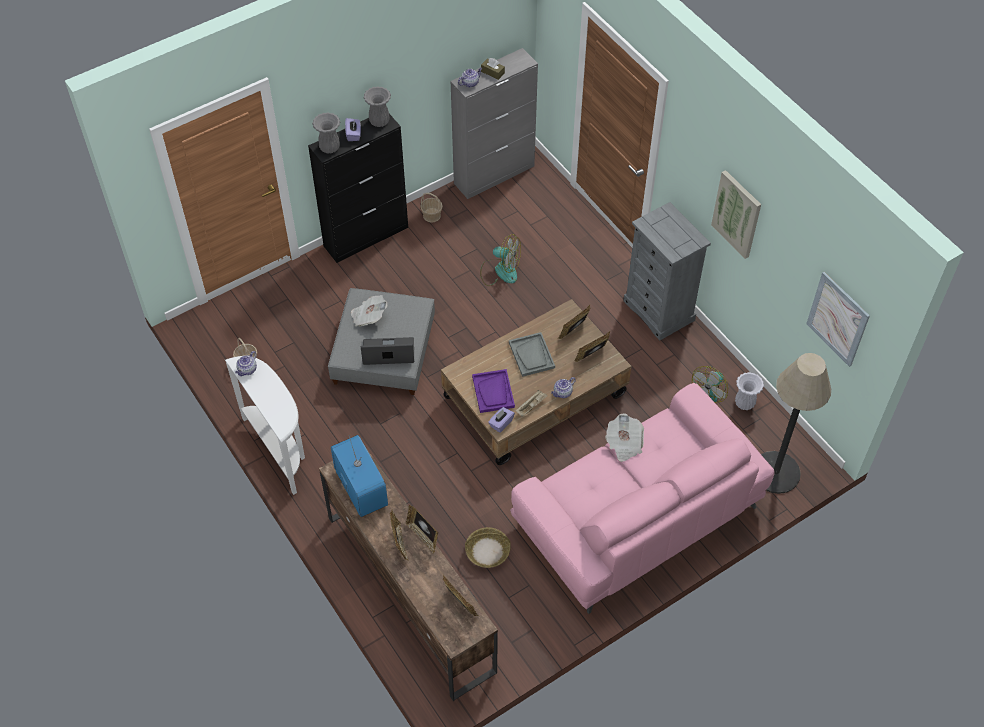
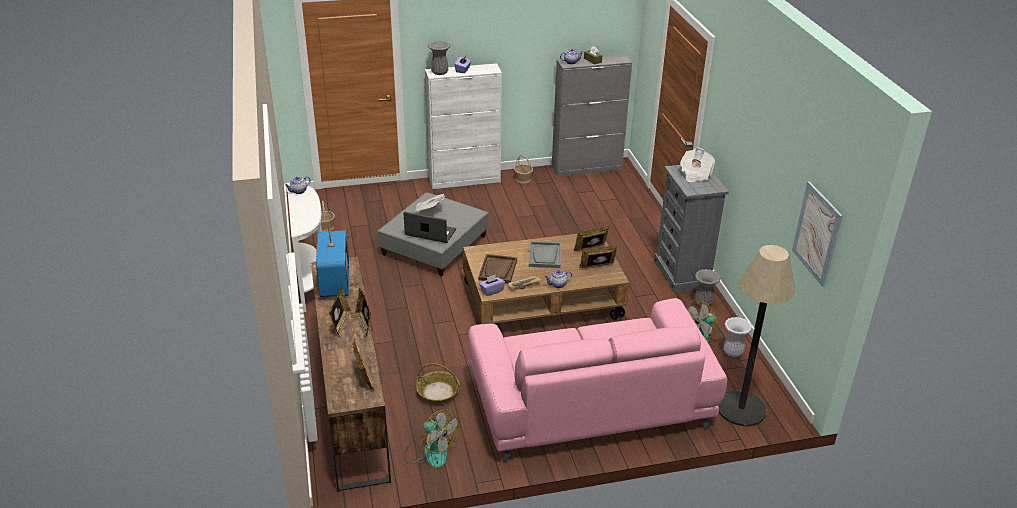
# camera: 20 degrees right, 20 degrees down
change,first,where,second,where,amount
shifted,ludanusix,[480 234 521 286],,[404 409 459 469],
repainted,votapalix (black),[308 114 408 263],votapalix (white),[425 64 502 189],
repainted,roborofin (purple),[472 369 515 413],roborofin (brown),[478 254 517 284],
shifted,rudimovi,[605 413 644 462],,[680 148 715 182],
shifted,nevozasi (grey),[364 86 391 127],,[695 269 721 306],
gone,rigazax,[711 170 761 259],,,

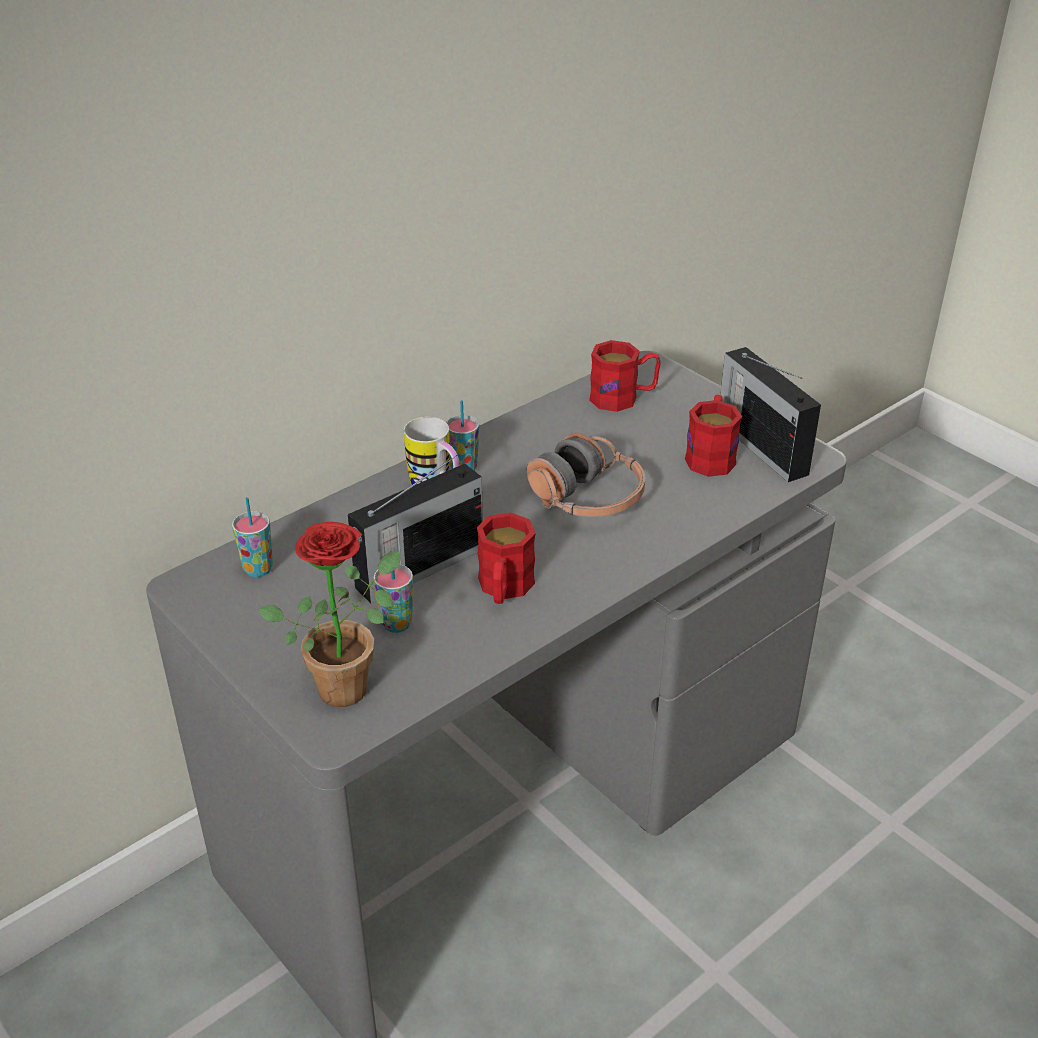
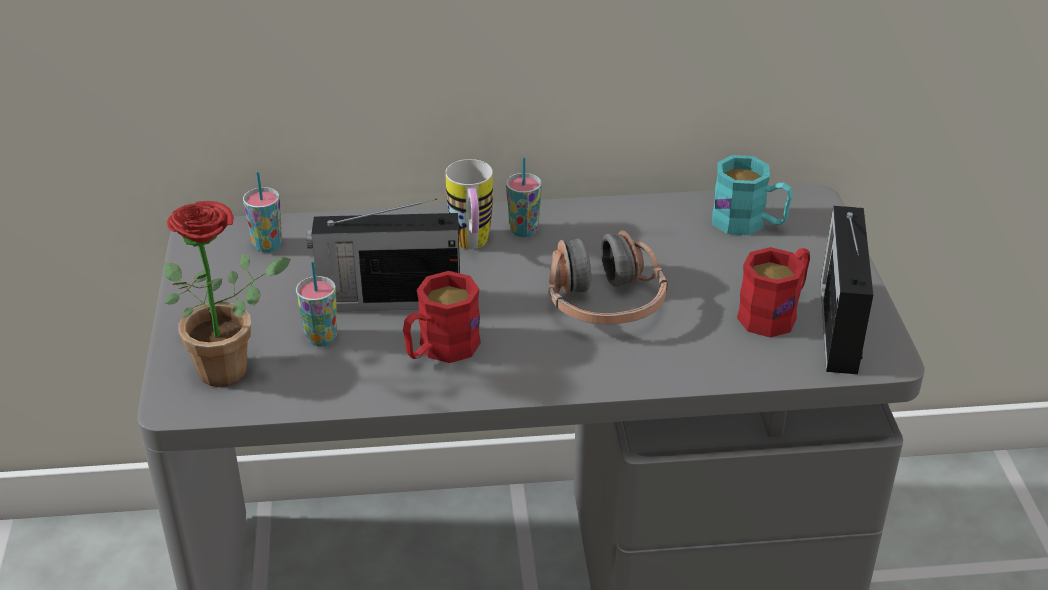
# camera: 35 degrees right, 0 degrees up
change,first,where,second,where,amount
repainted,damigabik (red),[589 340 661 412],damigabik (turquoise),[712 155 793 235],

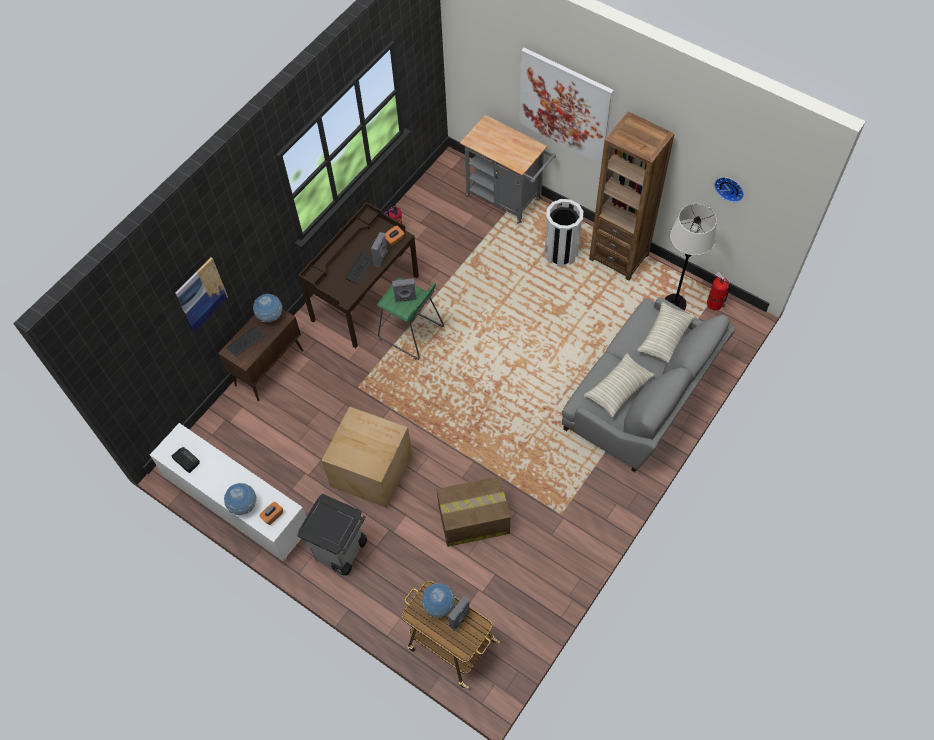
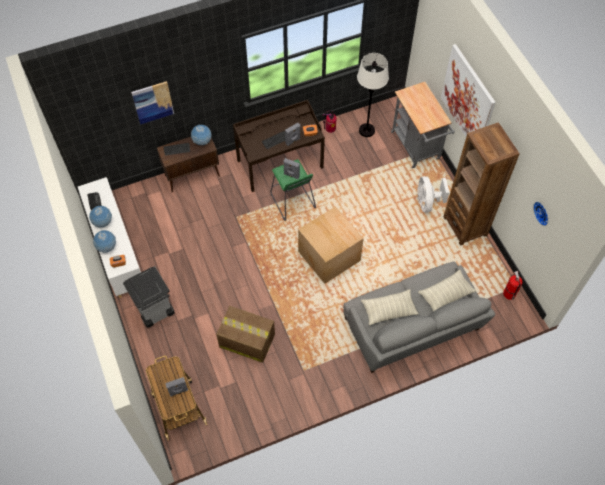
# camera: 30 degrees right, 0 degrees up
change,first,where,second,where,amount
shifted,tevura,[421 583 455 618],,[89 206 112 228],
shifted,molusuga,[322 406 412 508],,[298 206 363 284],
shifted,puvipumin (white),[665 204 717 310],,[357 53 389 137],
swapped,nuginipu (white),[545 199 583 267],ludanusix (white),[417 176 450 213],

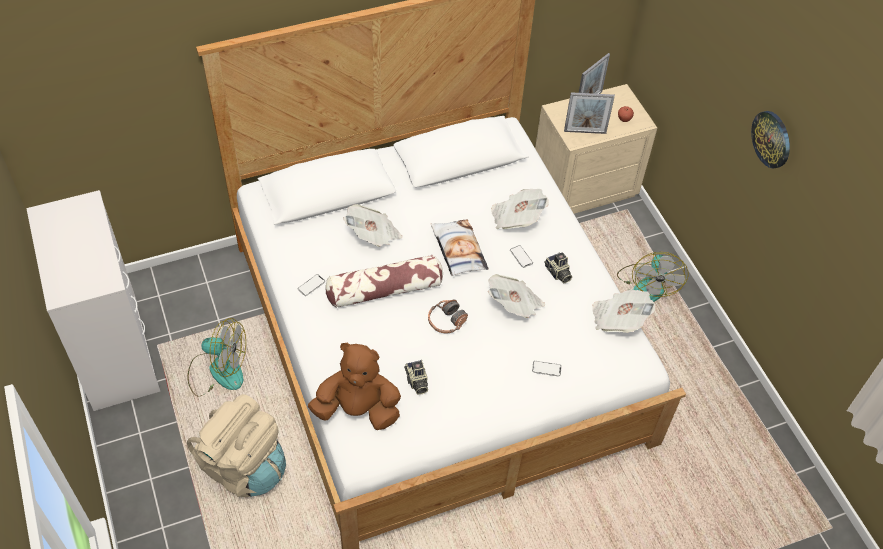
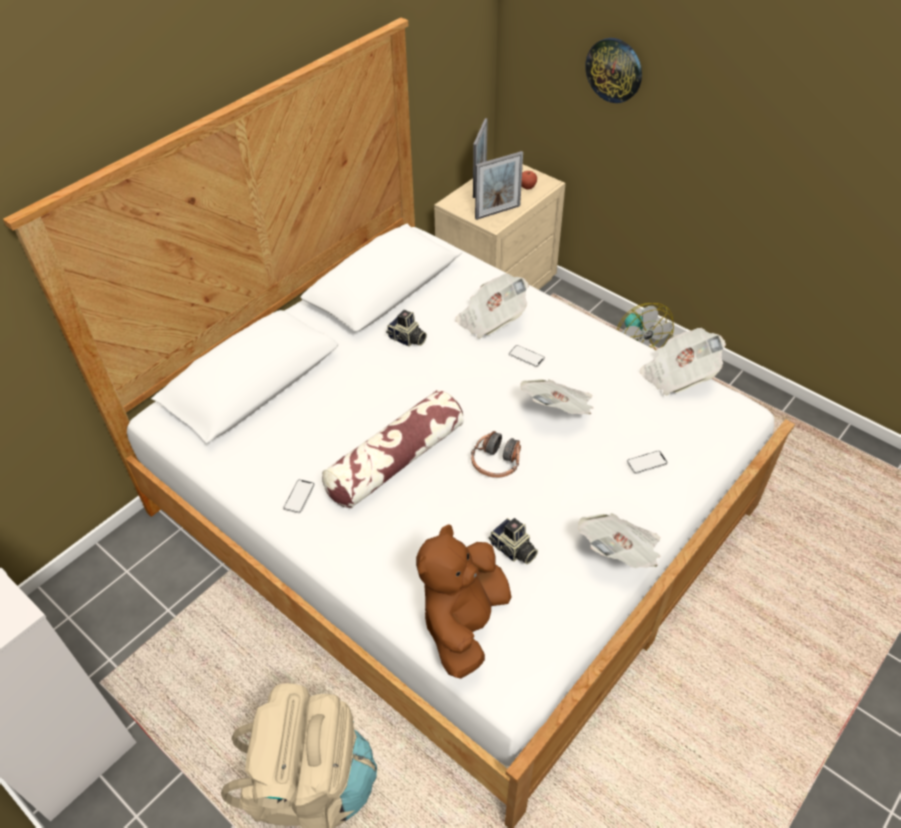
# camera: 25 degrees left, 5 degrees down
change,first,where,second,where,amount
shifted,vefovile,[544 252 572 283],,[386 310 427 347],
rotated,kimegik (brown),[308 343 401 430],,[416 524 512 679],45 degrees counterclockwise
shifted,rudimovi,[343 204 402 247],,[578 513 661 568],
shifted,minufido,[751 111 790 168],,[585 38 642 103],
gone,ludanusix,[188 318 246 396],,,
gone,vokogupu,[431 220 489 276],,,

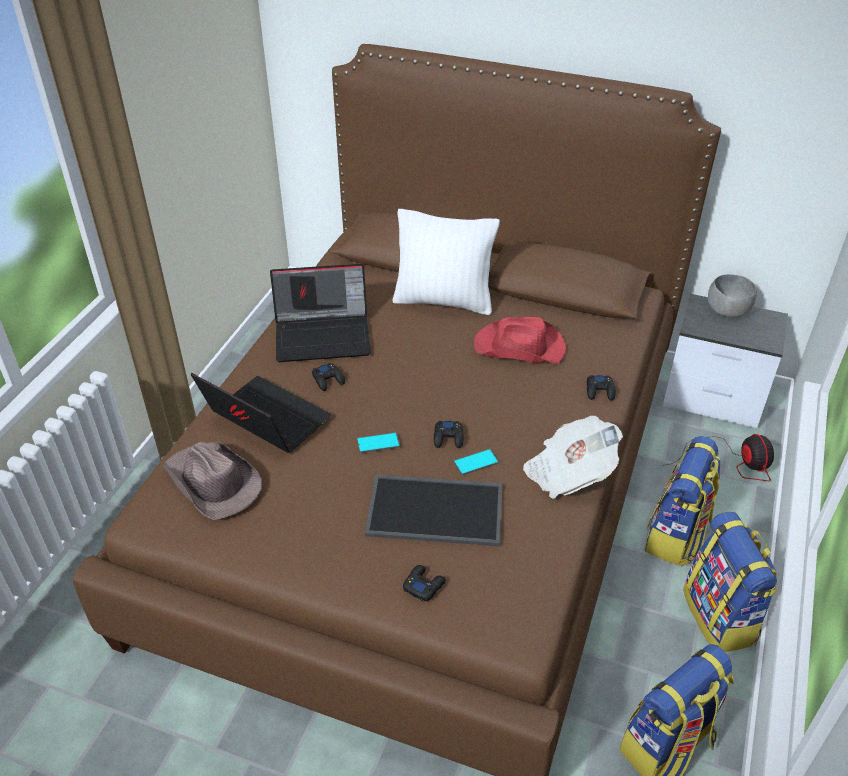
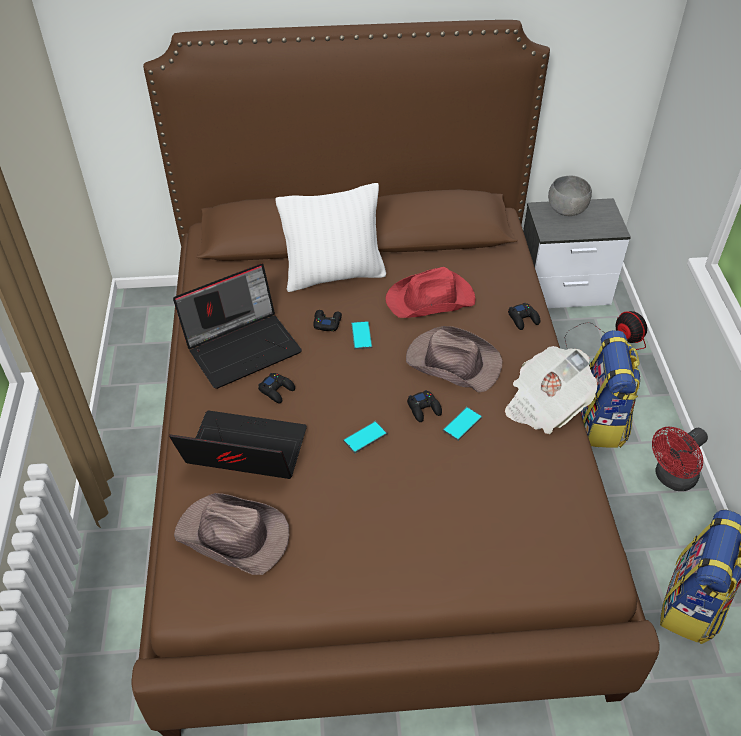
# camera: 25 degrees left, 5 degrees up
change,first,where,second,where,amount
shifted,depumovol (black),[403 565 446 602],,[313 310 342 331],
new,,,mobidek,[351 321 372 349],
new,,,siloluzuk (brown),[406 326 502 393],
swapped,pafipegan,[683 512 778 652],ludanusix (red),[652 427 708 491],
gone,roborofin,[365 474 502 546],,,

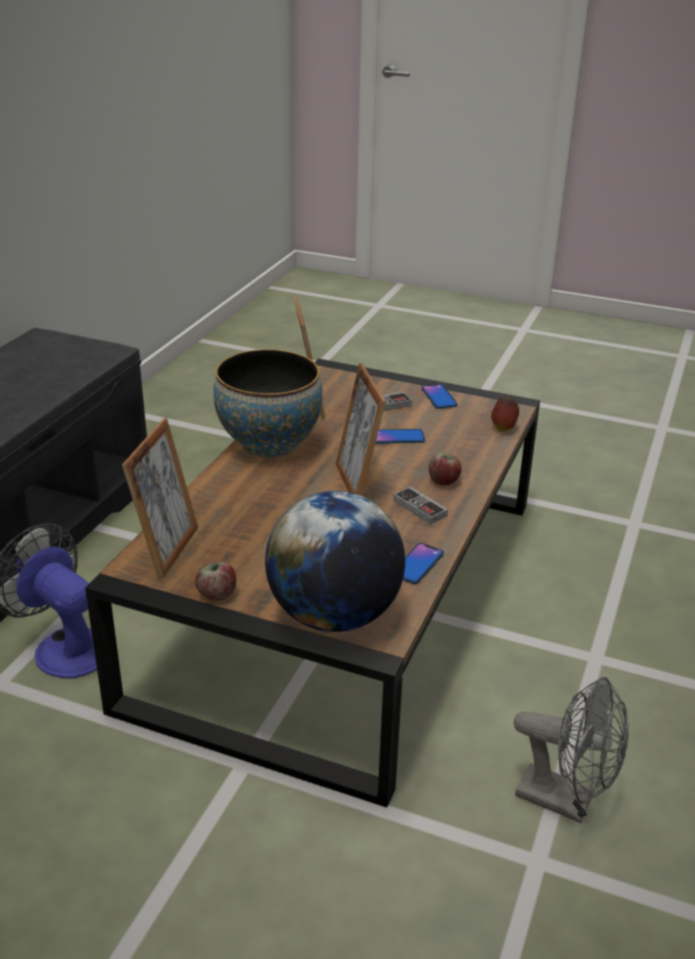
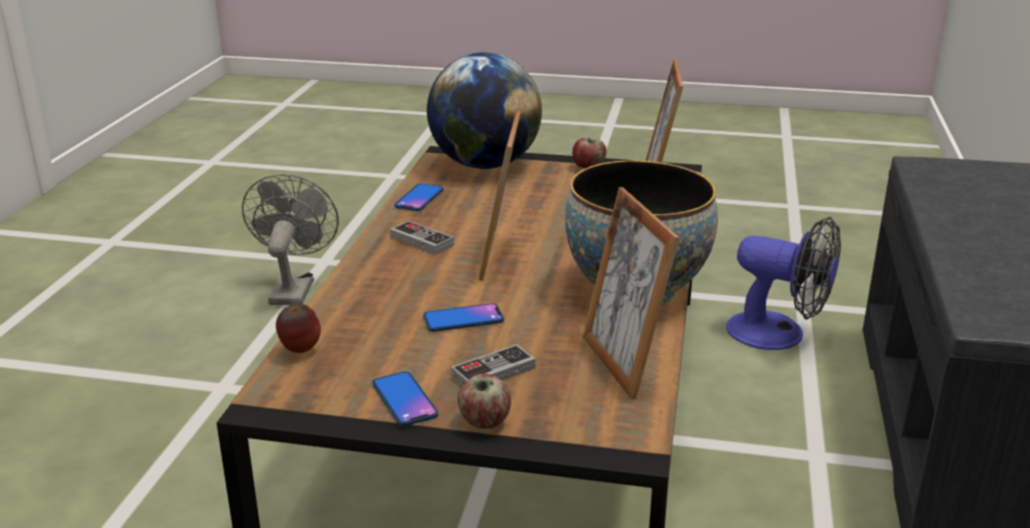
# camera: 170 degrees right, 5 degrees down
change,first,where,second,where,amount
rotated,ludanusix (grey),[514 677 629 823],,[242 174 339 305],75 degrees clockwise
shifted,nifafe,[429 453 462 485],,[458 373 511 428],
rotated,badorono,[336 363 386 496],,[479 111 521 281],150 degrees counterclockwise

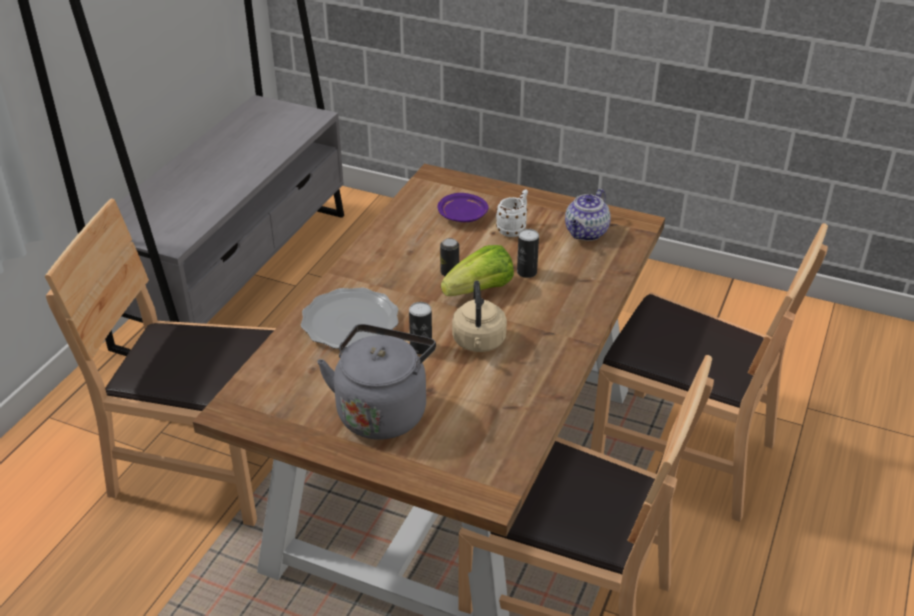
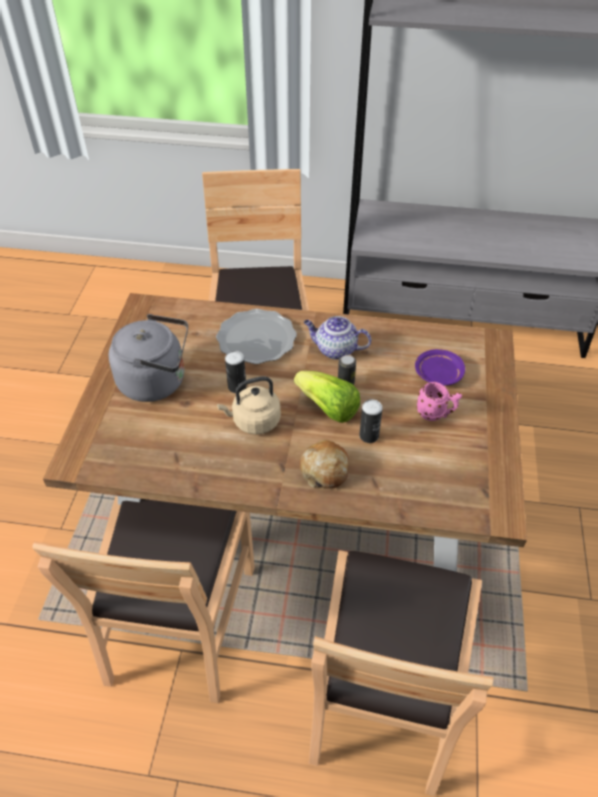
# camera: 75 degrees right, 10 degrees up
change,first,where,second,where,amount
new,,,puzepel,[300 440 349 489],
shifted,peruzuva,[565 189 611 241],,[304 316 371 360],
repainted,damigabik (white),[496 189 528 237],damigabik (pink),[416 382 462 421],

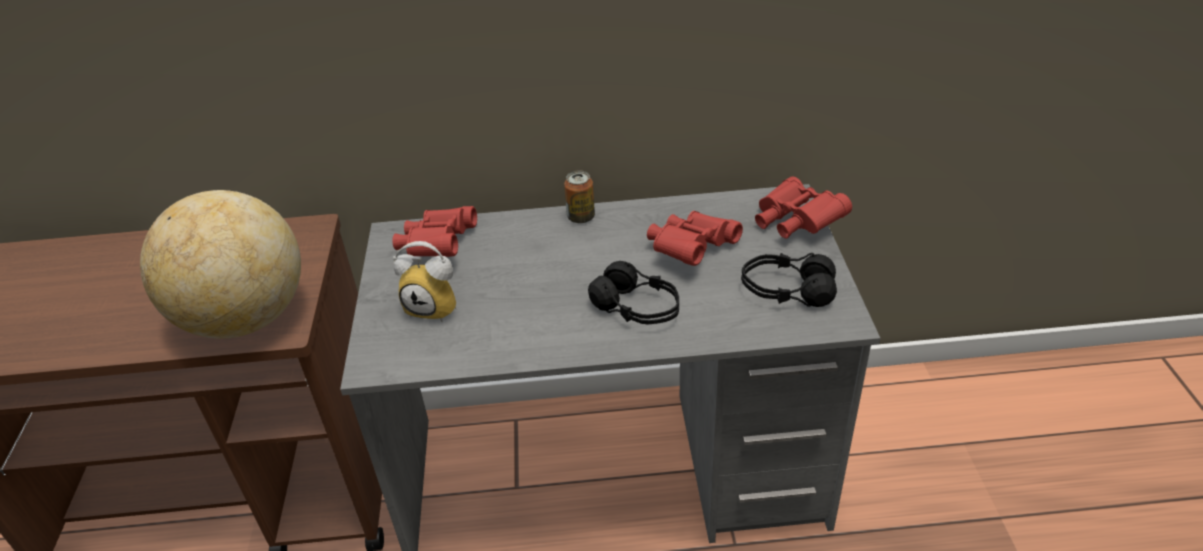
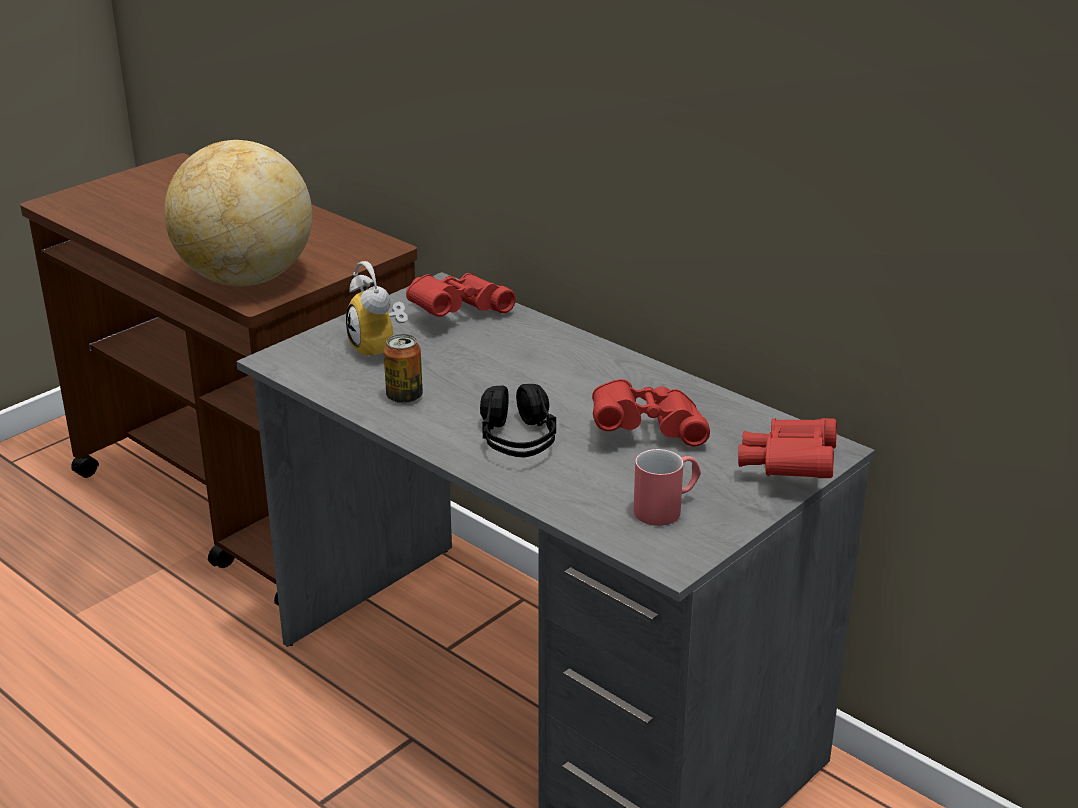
# camera: 45 degrees right, 10 degrees down
change,first,where,second,where,amount
shifted,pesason,[564 170 595 224],,[383 334 423 404],
swapped,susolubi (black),[741 253 837 307],damigabik (red),[633 449 701 526],

